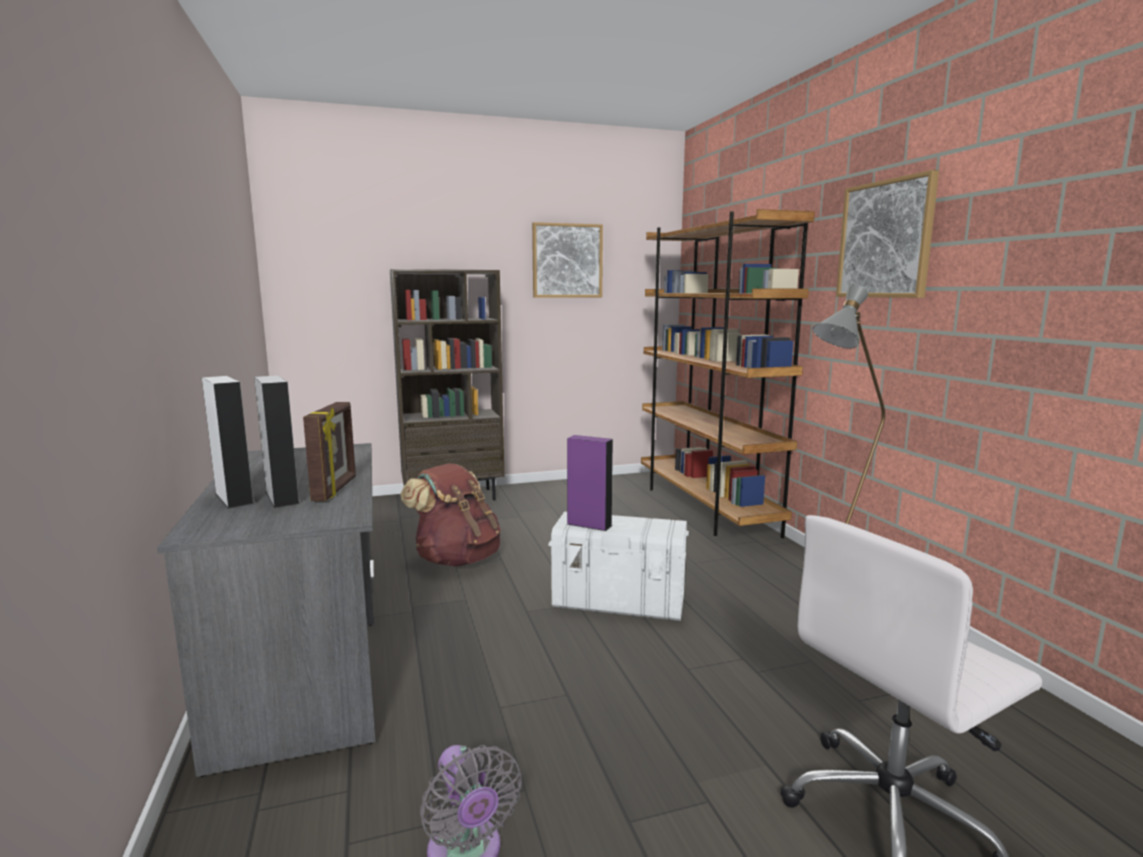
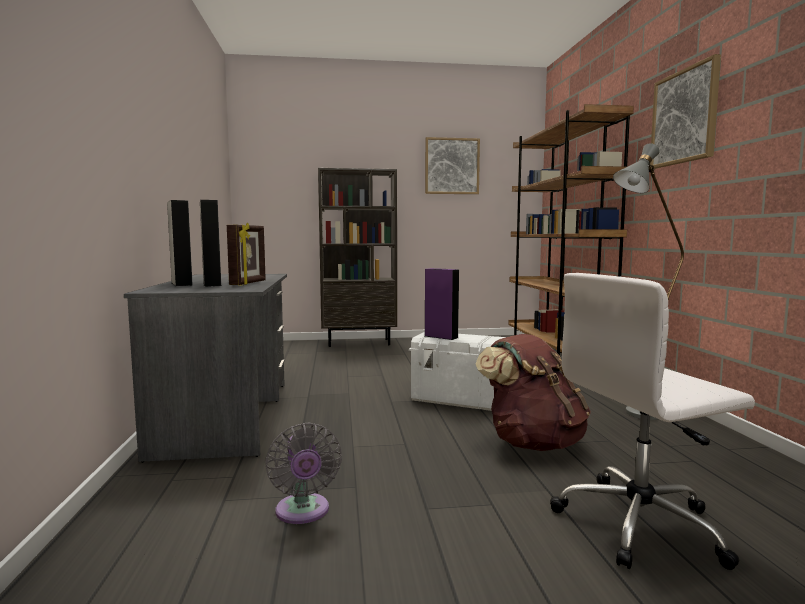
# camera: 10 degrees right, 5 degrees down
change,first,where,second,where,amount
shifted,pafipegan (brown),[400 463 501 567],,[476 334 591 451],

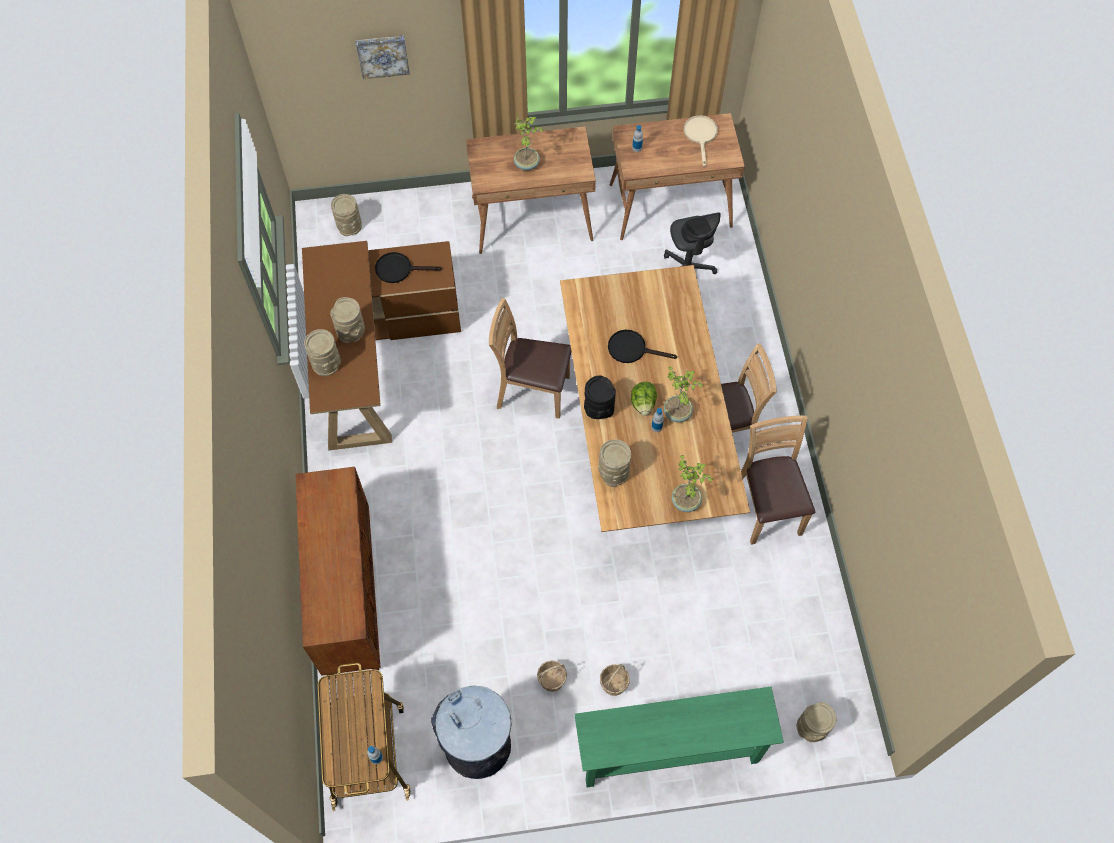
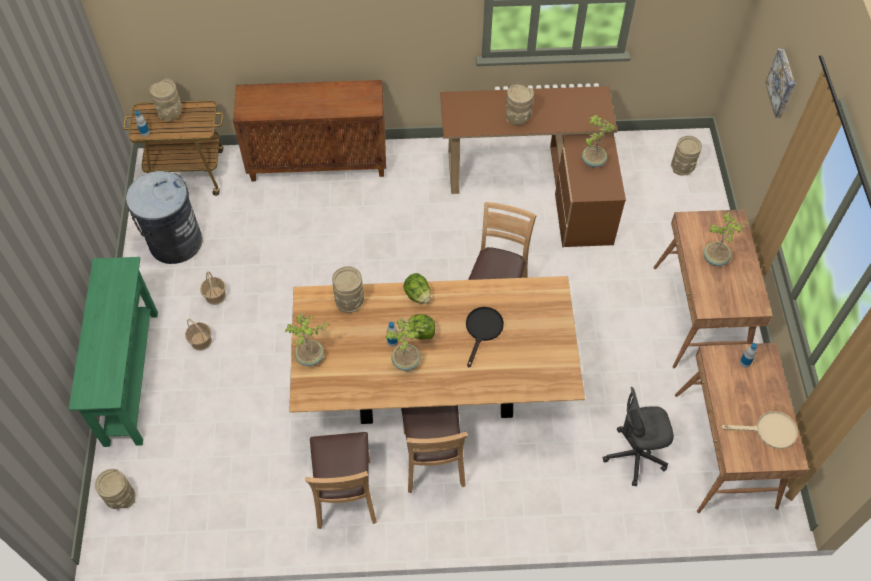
# camera: 95 degrees right, 5 degrees down
change,first,where,second,where,amount
shifted,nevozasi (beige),[304 329 341 376],,[150 78 182 121],
rotated,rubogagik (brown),[741 415 815 545],,[305 432 377 529],90 degrees clockwise
swapped,nevozasi (black),[584 375 616 419],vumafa,[404 273 431 304],
swapped,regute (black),[375 252 442 283],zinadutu,[582 115 616 167],

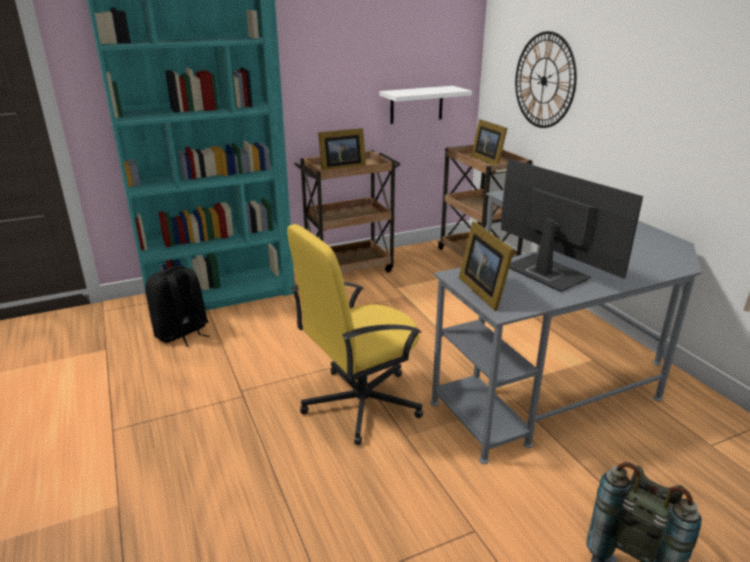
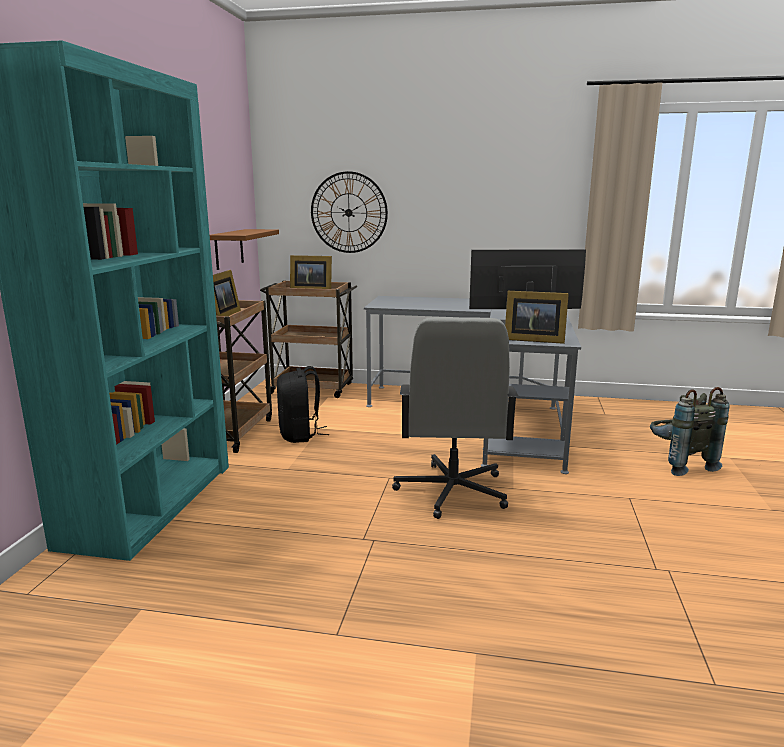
# camera: 55 degrees left, 10 degrees down
change,first,where,second,where,amount
repainted,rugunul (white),[380 86 472 124],rugunul (brown),[210 229 279 270],
shifted,pafipegan (black),[145 266 210 347],,[277 366 330 443],
repainted,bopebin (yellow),[287 224 424 445],bopebin (grey),[392 317 518 519],

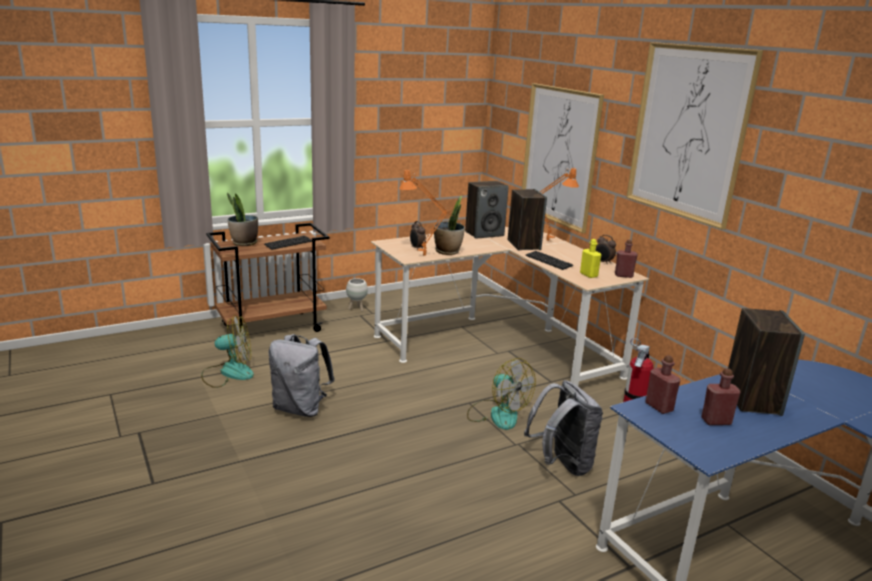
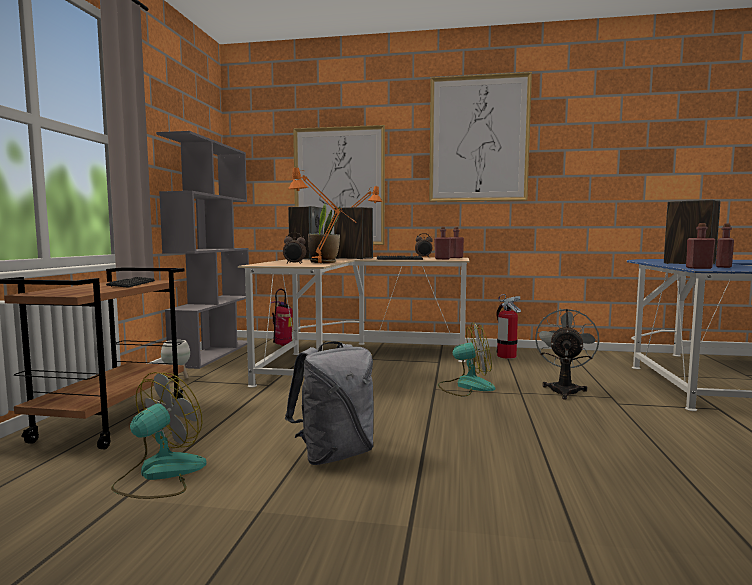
# camera: 50 degrees left, 15 degrees down
change,first,where,second,where,amount
new,,,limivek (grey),[156 131 249 369],
new,,,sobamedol,[271 289 293 346],
repainted,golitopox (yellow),[580 239 601 278],golitopox (red),[434 227 452 259],
swapped,pafipegan (grey),[524 380 603 476],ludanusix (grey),[535 308 599 400],
gone,zinadutu,[227 193 258 246],,,

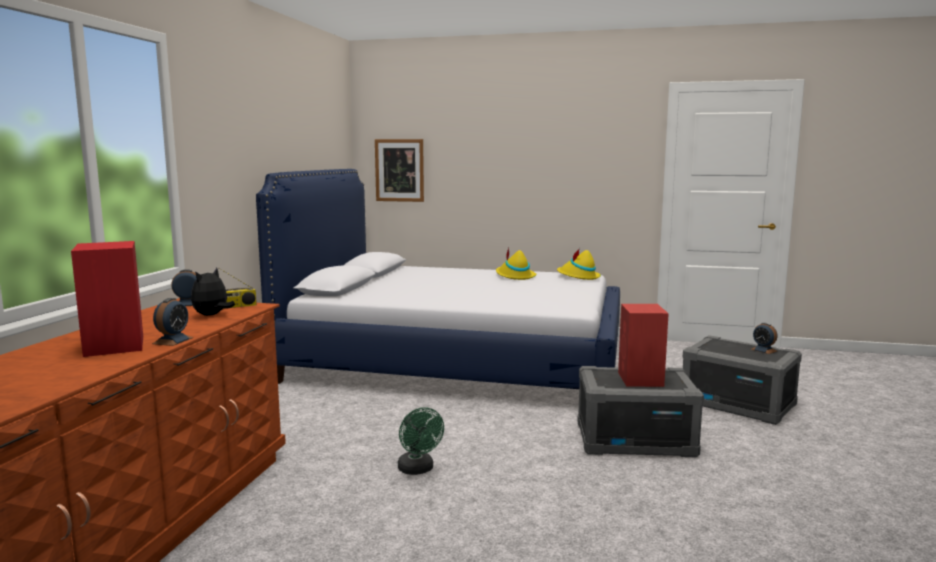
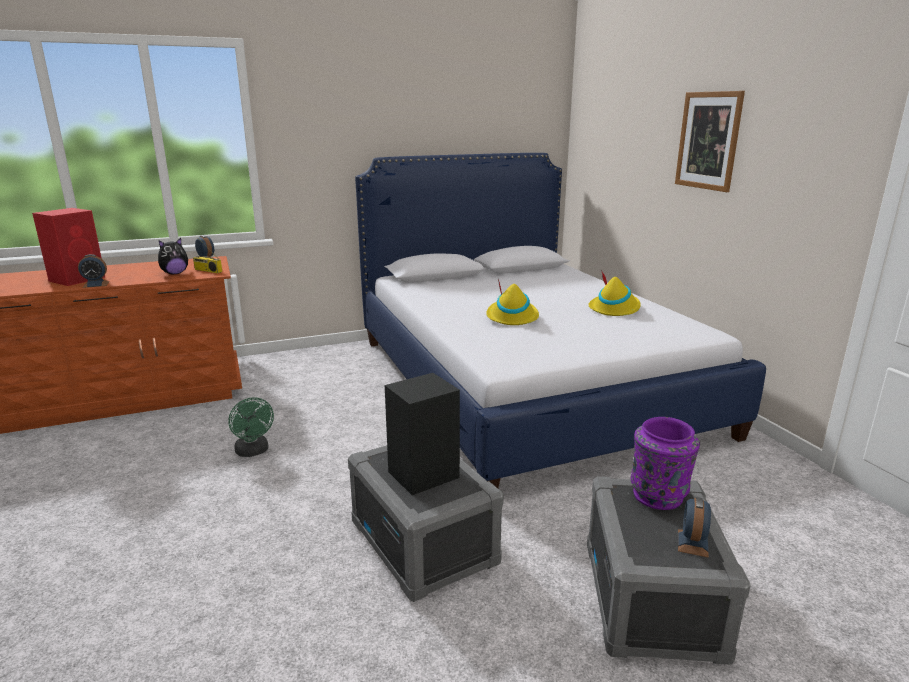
# camera: 55 degrees right, 10 degrees up
change,first,where,second,where,amount
rotated,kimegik,[191 268 235 316],,[158 238 188 274],150 degrees clockwise
rotated,ludanusix (green),[398 407 444 475],,[228 397 274 457],60 degrees counterclockwise
repainted,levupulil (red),[618 304 669 387],levupulil (black),[385 373 460 495],
shifted,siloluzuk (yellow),[557 248 601 280],,[486 279 539 325],
new,,,nevozasi (purple),[631 417 700 510],
shifted,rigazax,[375 139 424 202],,[675 91 745 192],

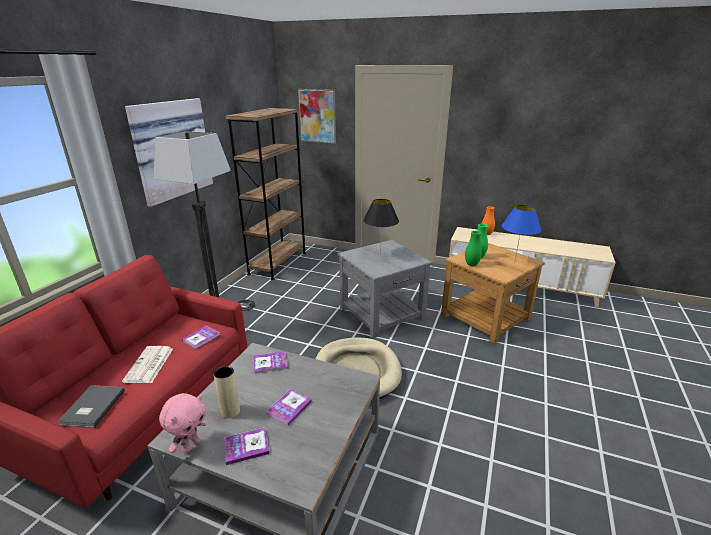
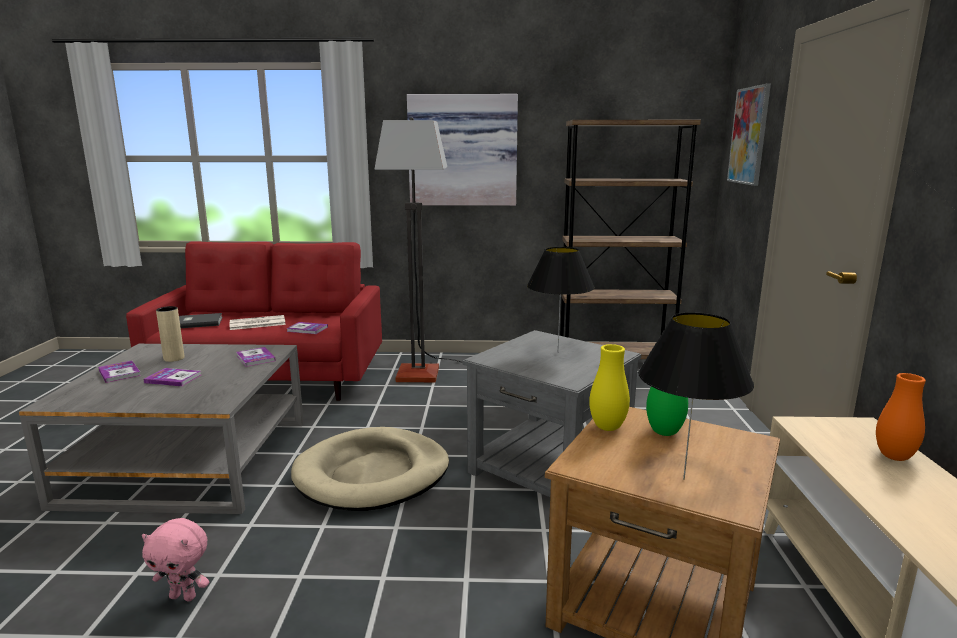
# camera: 70 degrees right, 10 degrees down
change,first,where,second,where,amount
shifted,kimegik (pink),[159 393 207 453],,[142 518 209 601],
repainted,nevozasi (green),[465 231 482 266],nevozasi (yellow),[589 344 630 431],
repainted,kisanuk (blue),[502 205 541 260],kisanuk (black),[638 312 754 480],

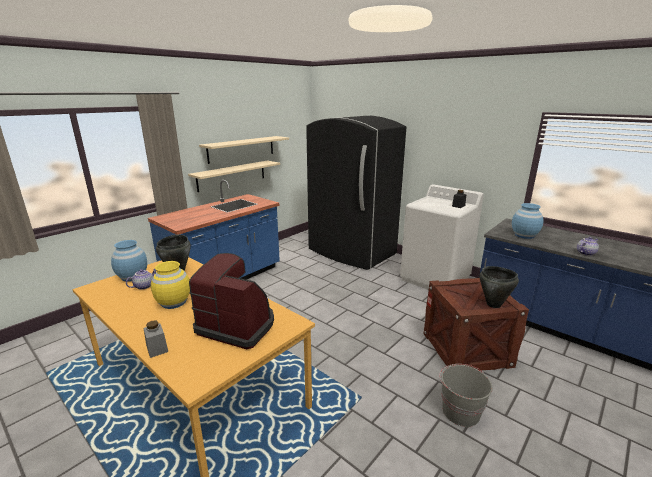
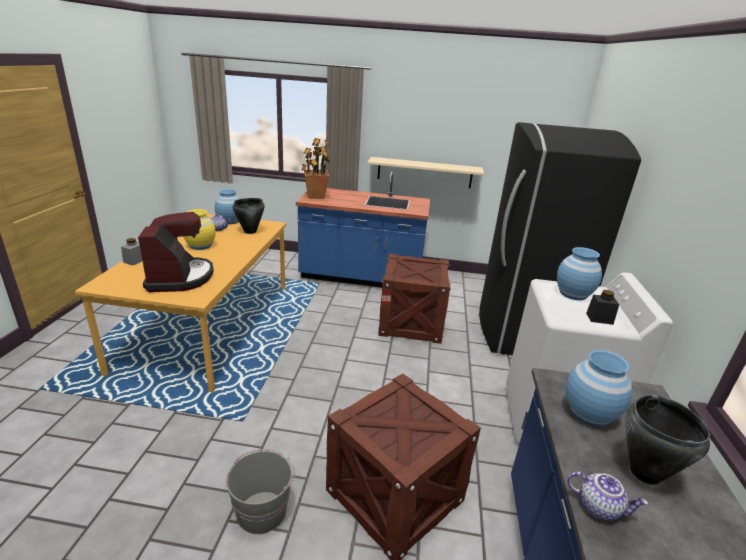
# camera: 55 degrees right, 5 degrees up
change,first,where,second,where,amount
new,,,zinadutu,[302 138 329 199],
new,,,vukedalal,[378 254 451 344],
new,,,nevozasi (blue),[557 247 602 300],
shifted,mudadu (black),[479 266 519 308],,[626 395 710 485],
gone,rugunul (beige),[199 136 289 164],,,

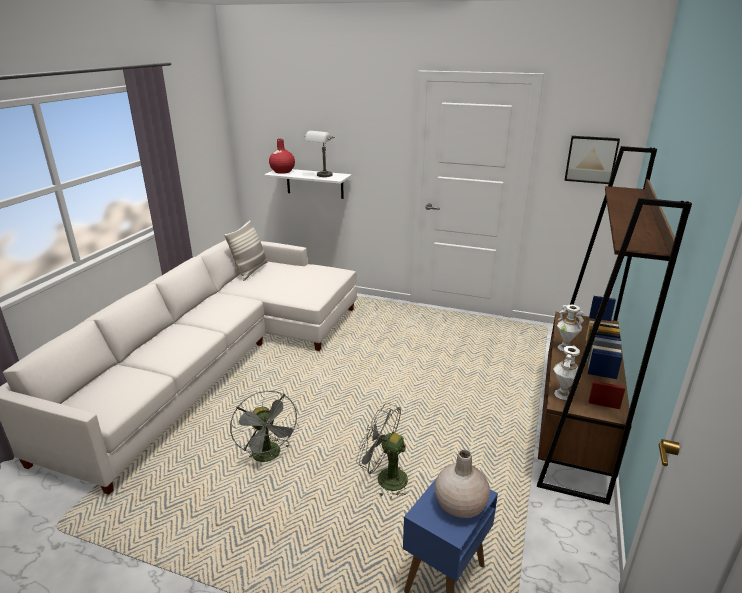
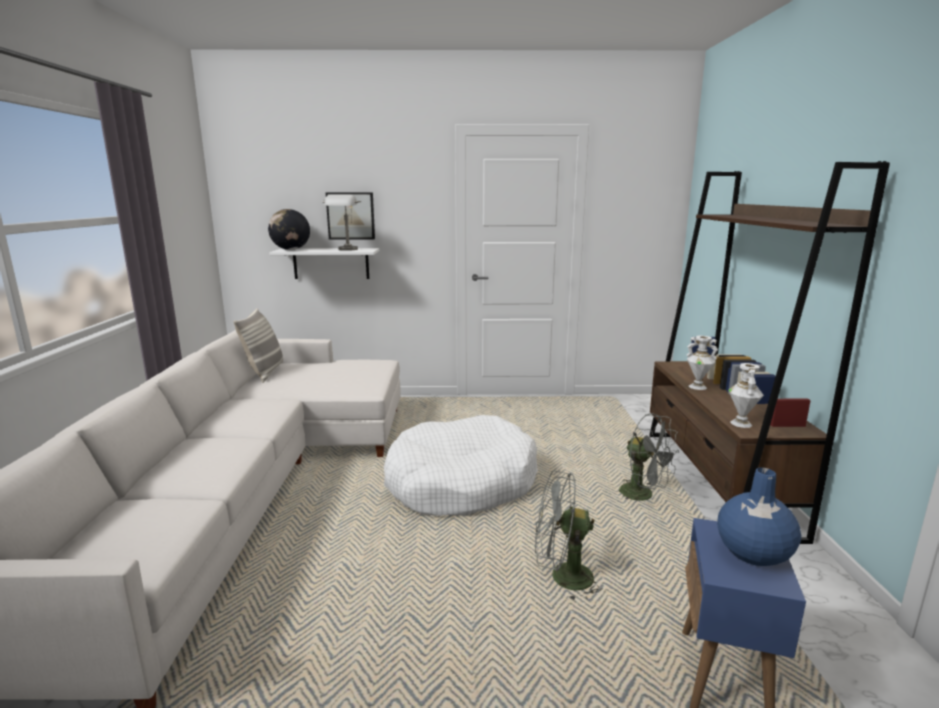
# camera: 20 degrees left, 10 degrees down
change,first,where,second,where,amount
swapped,nevozasi (red),[269 139 295 174],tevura,[268 209 310 250],
shifted,rigazax,[564 136 620 184],,[326 192 375 239],
new,,,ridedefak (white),[384 415 538 516],
shifted,ludanusix (grey),[230 391 299 462],,[619 413 679 501],
repainted,nevozasi (beige),[435 450 490 518],nevozasi (blue),[717 468 801 566],

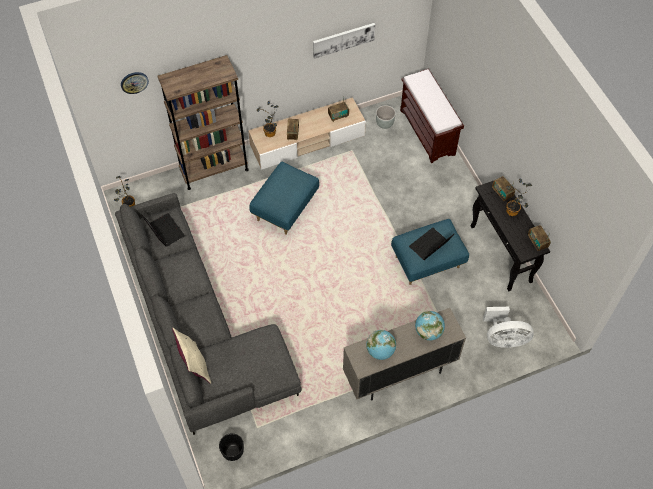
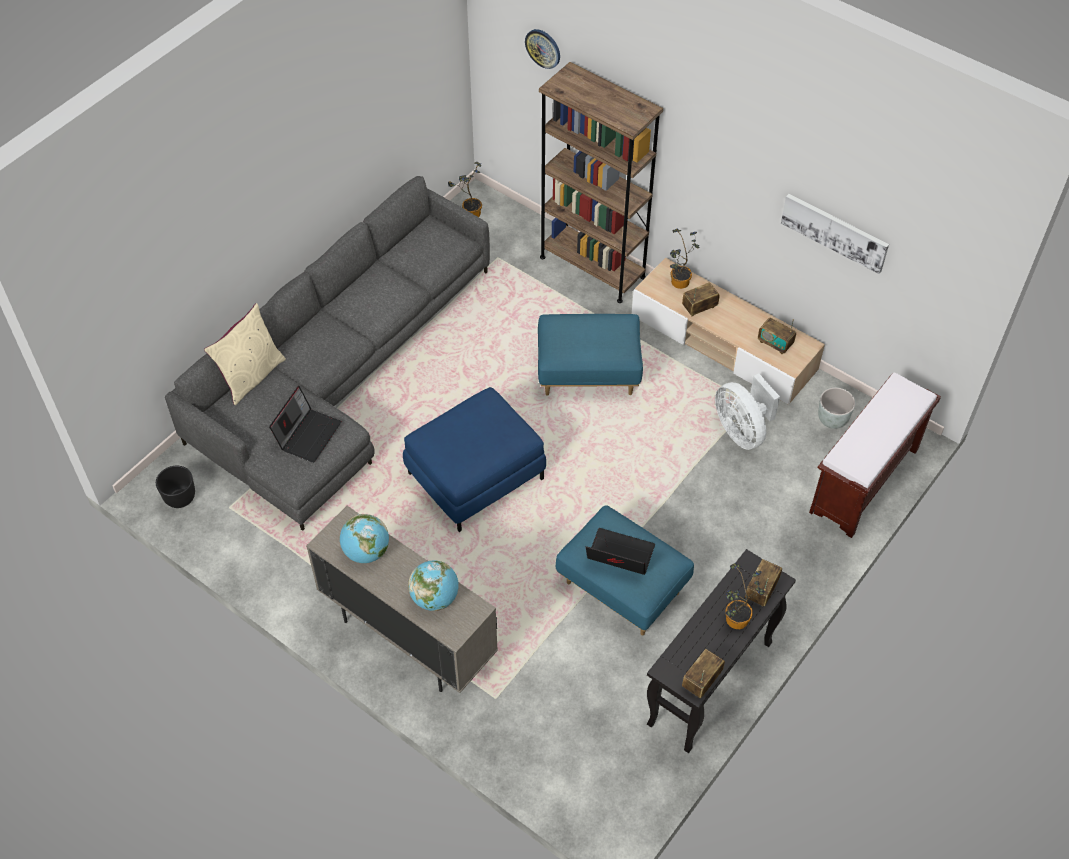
# camera: 60 degrees right, 5 degrees down
change,first,where,second,where,amount
shifted,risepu,[141 213 185 246],,[269 386 342 463],
new,,,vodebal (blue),[403 387 546 532],
shifted,ludanusix (white),[483 307 534 348],,[715 374 780 450],

